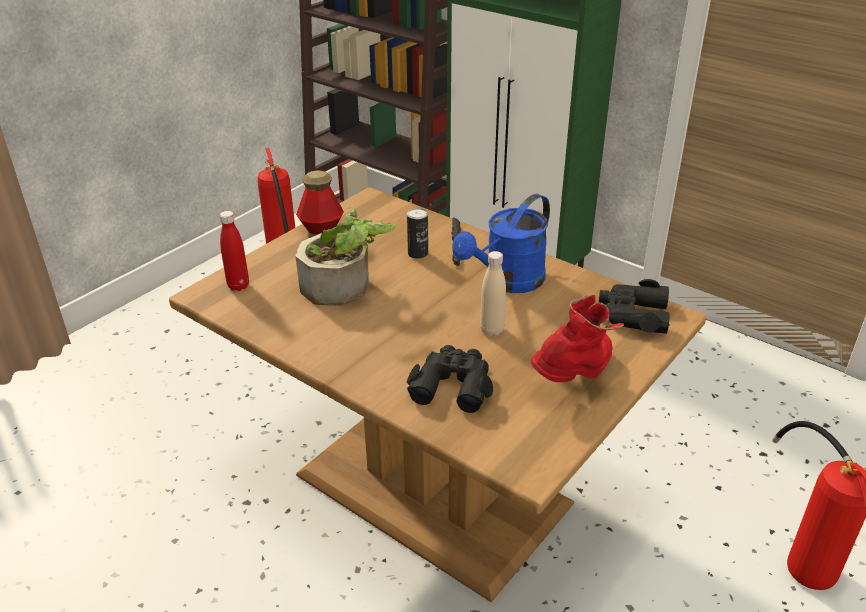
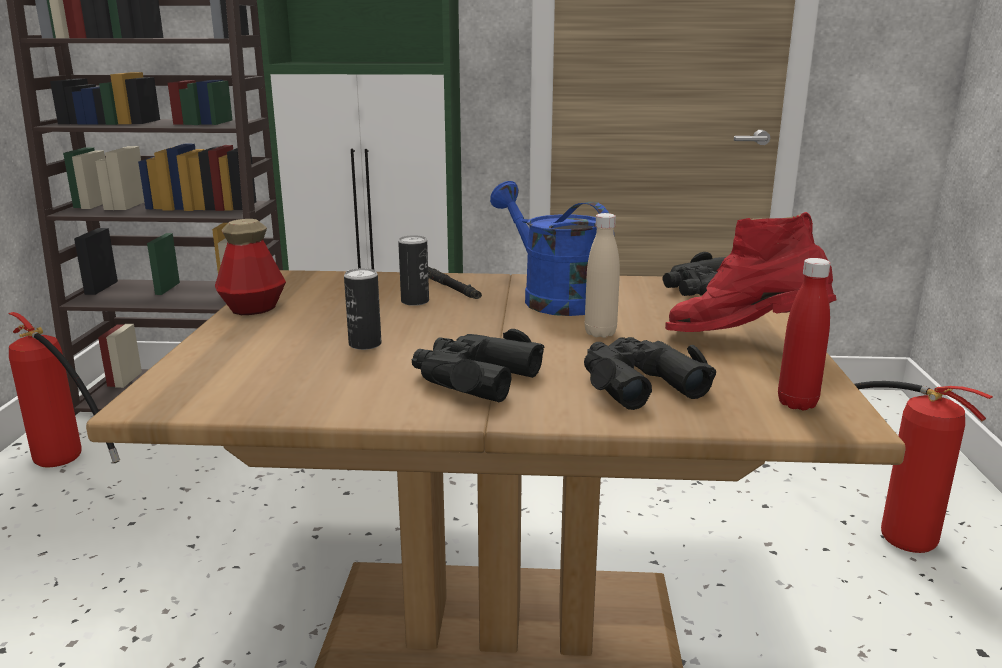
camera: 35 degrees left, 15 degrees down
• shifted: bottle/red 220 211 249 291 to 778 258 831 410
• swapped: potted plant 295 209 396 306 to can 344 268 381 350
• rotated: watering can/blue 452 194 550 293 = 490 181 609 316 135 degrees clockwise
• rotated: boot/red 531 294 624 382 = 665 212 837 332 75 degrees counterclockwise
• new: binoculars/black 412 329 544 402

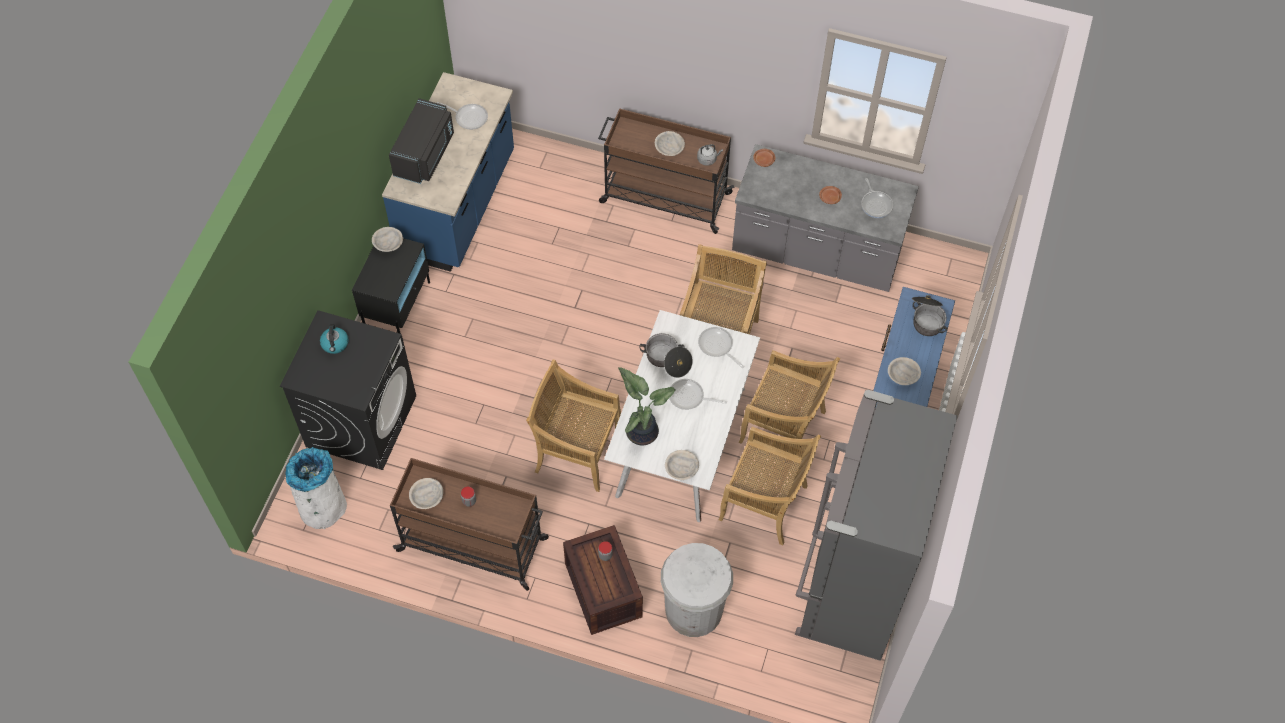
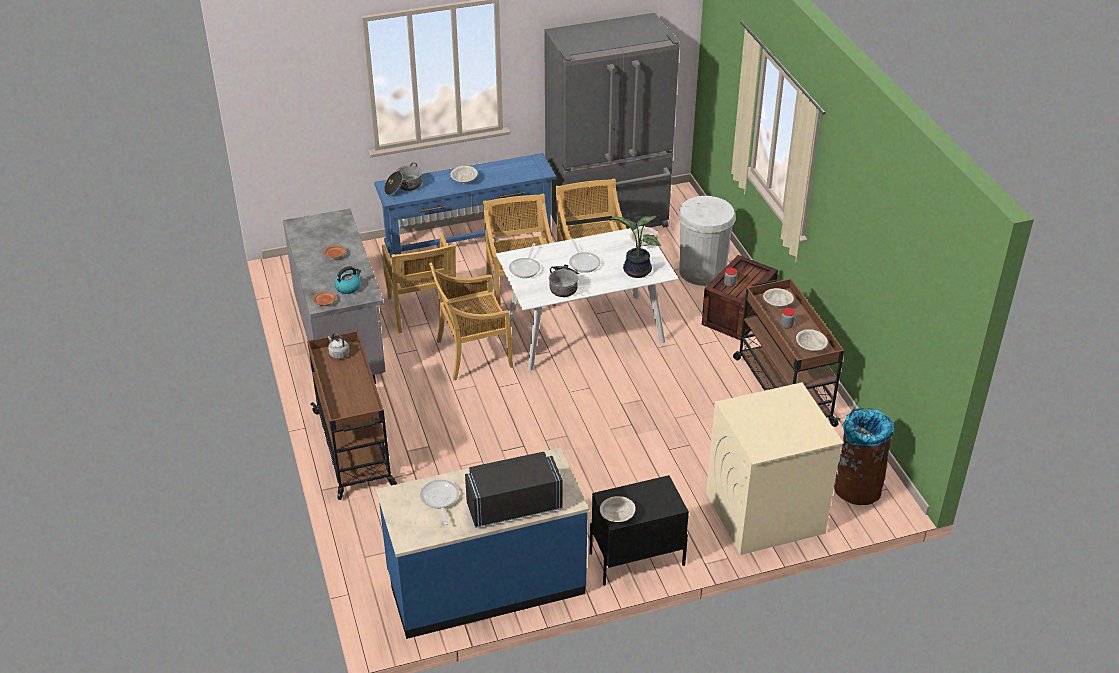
camera: 125 degrees left, 20 degrees down
• repainted: washing machine/black 280 310 416 470 to washing machine/beige 706 382 844 555
• repainted: trash can/white 285 447 347 529 to trash can/brown 834 408 894 505
• shifted: kettle 320 324 349 354 to 334 266 361 294
• shifted: chair/beige 526 360 621 492 to 382 235 456 333
• shifted: bowl/beige 655 131 685 156 to 763 288 794 307
• gone: frying pan 861 178 893 218

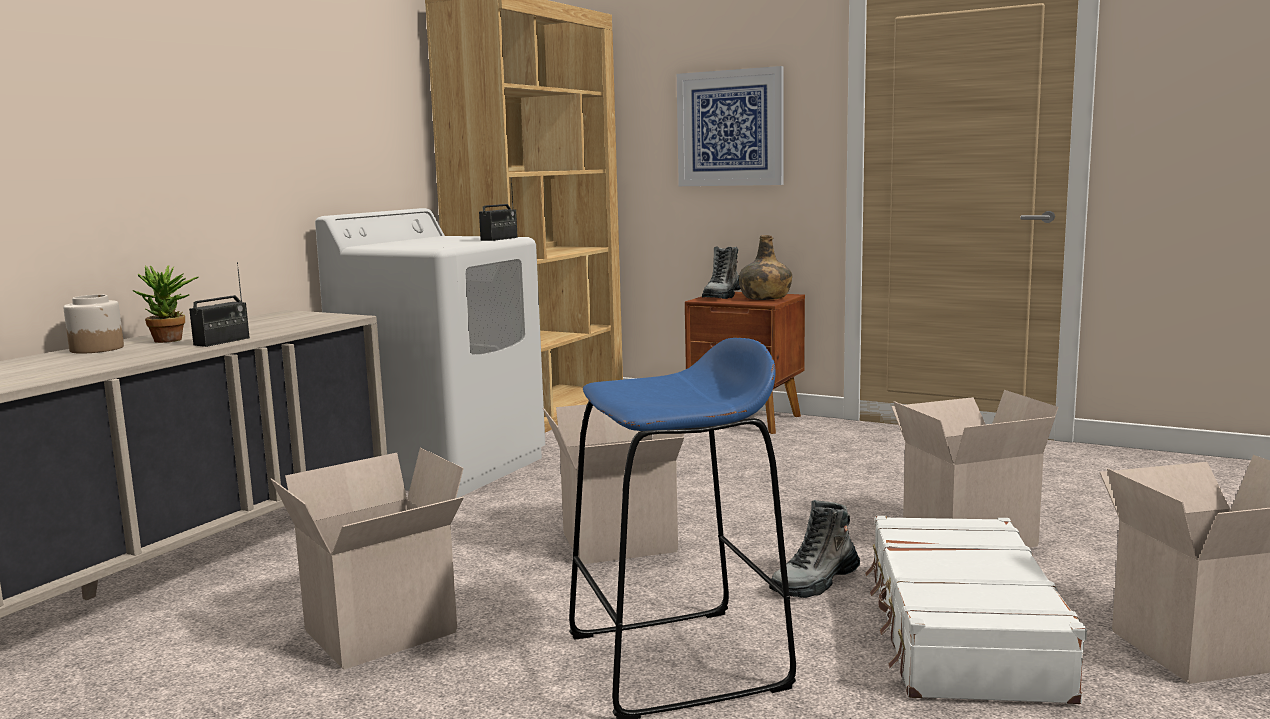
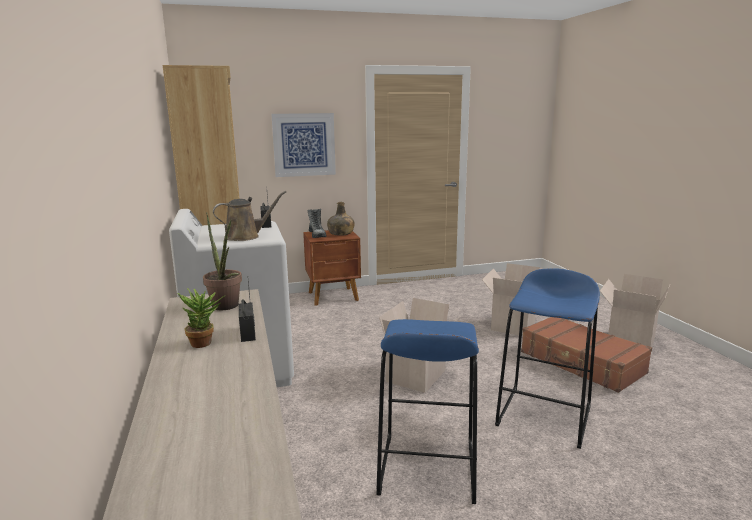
camera: 45 degrees left, 5 degrees up
• gone: jar 64 295 124 354
• swapped: cardboard box 271 448 464 670 to stool/blue 376 319 479 504
• gone: boot 769 500 860 598
• repainted: suitcase/white 865 516 1087 704 to suitcase/brown 521 317 652 393
• new: potted plant 203 213 242 310
• new: watering can/brown 213 191 286 241

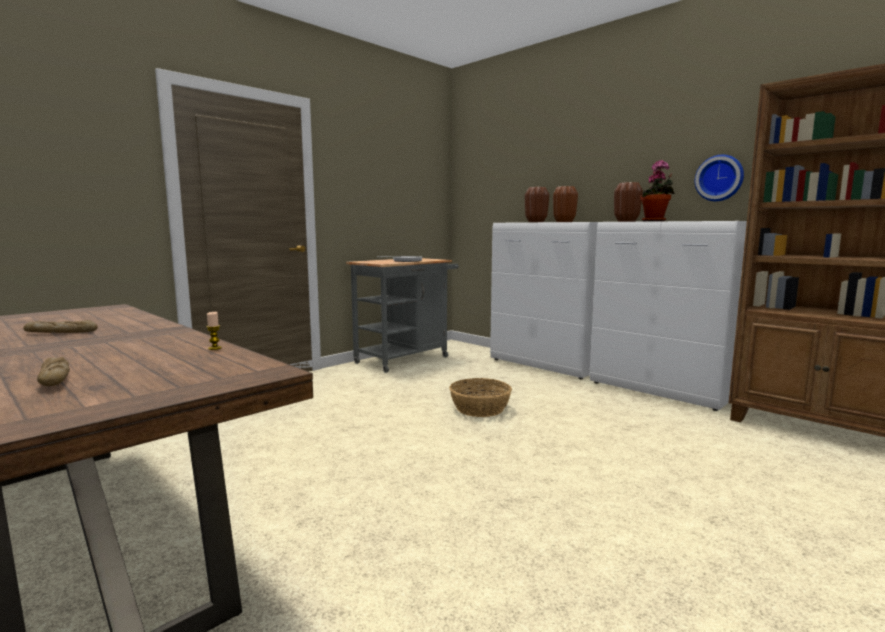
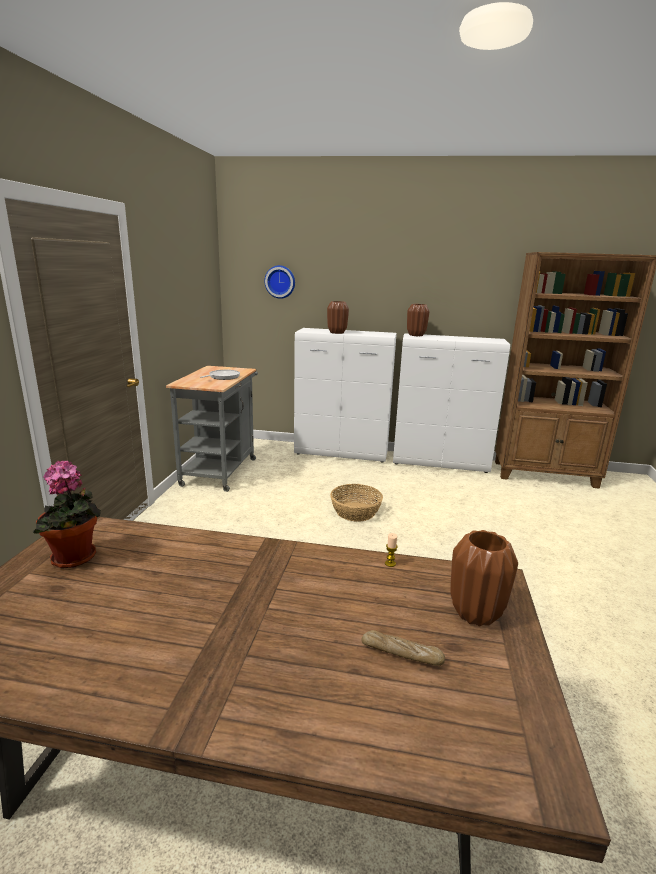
camera: 35 degrees left, 10 degrees up
• gone: bread 23 320 97 333
• shifted: vase/brown 553 186 578 222 to 450 530 518 626
• shifted: potted plant 640 160 675 221 to 33 461 101 568
• shifted: wall clock 695 155 744 201 to 264 265 295 299

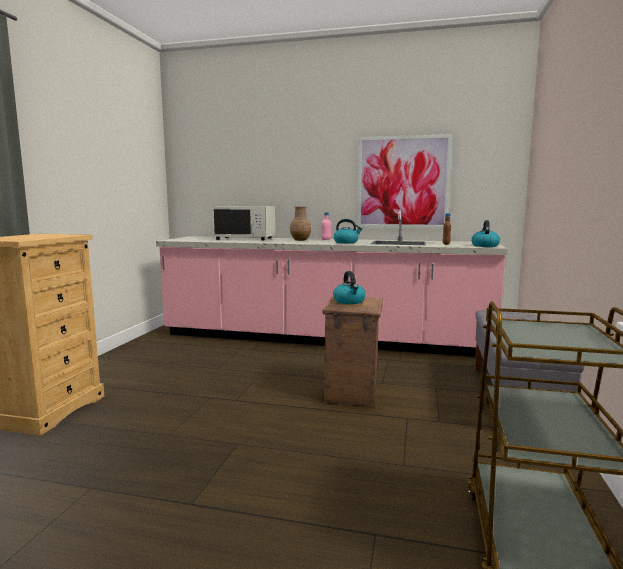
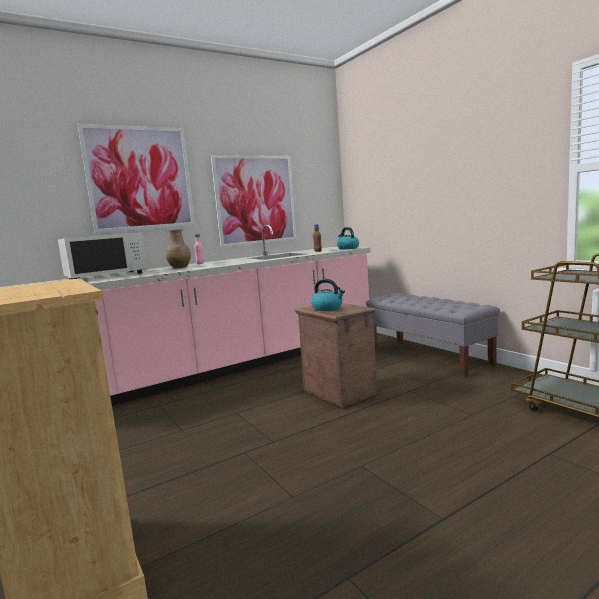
camera: 45 degrees left, 0 degrees up
• gone: kettle 334 219 362 243
• new: picture 77 124 195 233

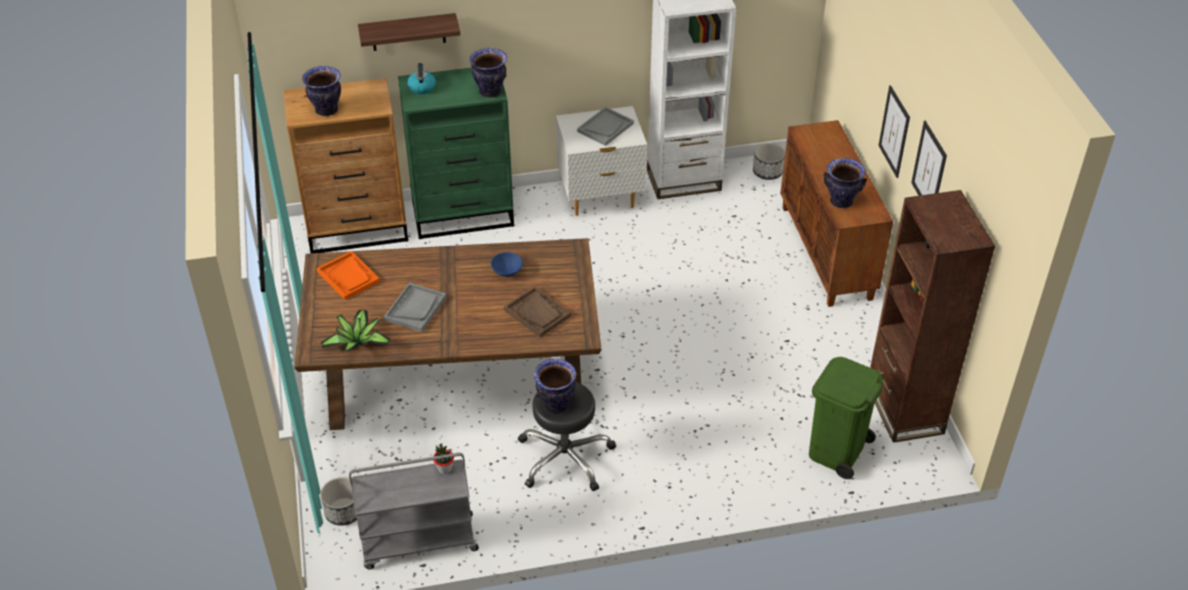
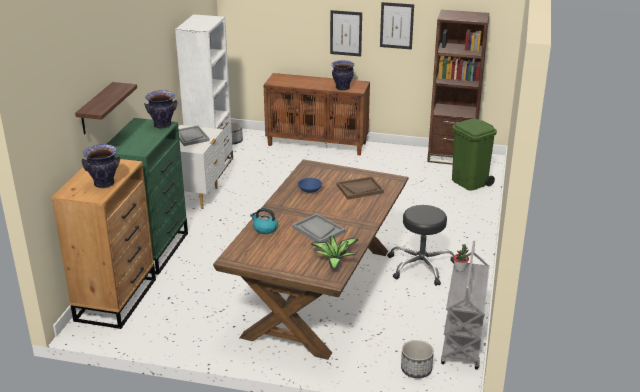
camera: 65 degrees left, 15 degrees down
• gone: tray/orange 316 251 380 300
• shifted: kettle 407 63 436 94 to 250 208 278 234
• gone: vase 534 359 576 414

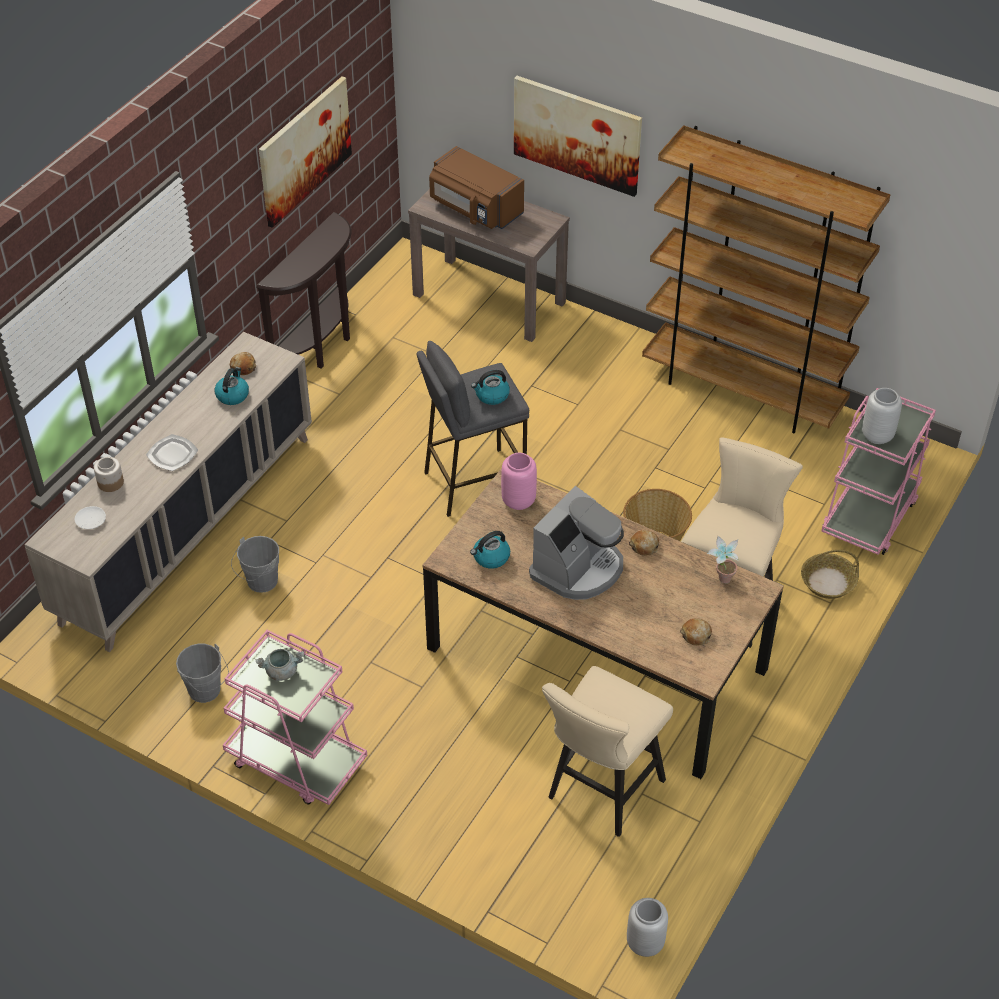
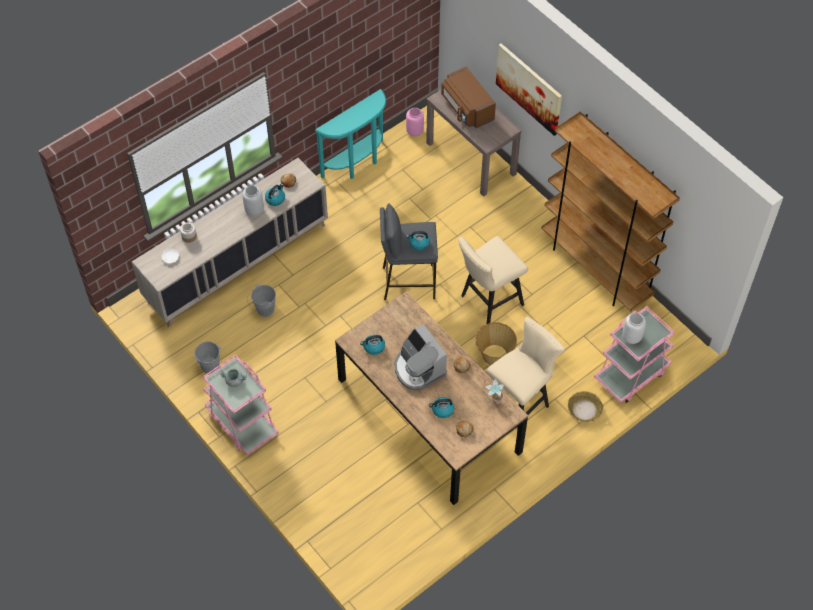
camera: 20 degrees right, 10 degrees up
• gone: plate 146 434 198 471
• repainted: console table/brown 256 212 351 368 to console table/turquoise 315 89 386 179
• gone: picture 259 76 352 228
• shifted: vase/pink 501 453 537 510 to 406 108 424 136
• rotated: coffee machine 529 486 624 600 = 394 324 447 391 90 degrees clockwise
• shifted: stool/beige 542 666 673 837 to 458 236 528 324
• shifted: vase/grey 627 898 668 957 to 242 185 264 216
• new: kettle 429 397 454 418

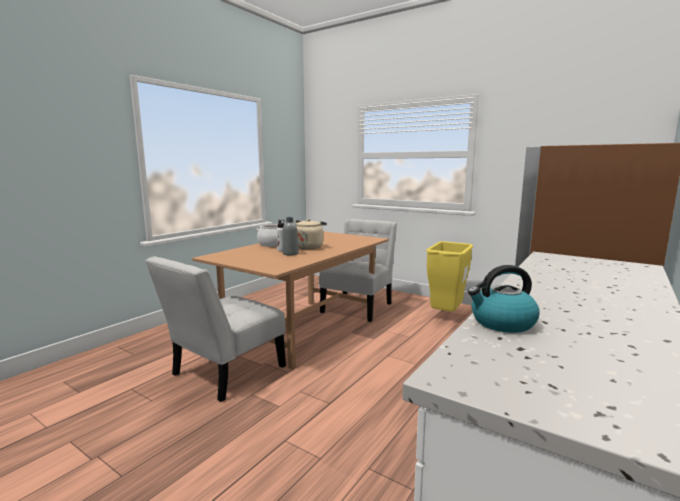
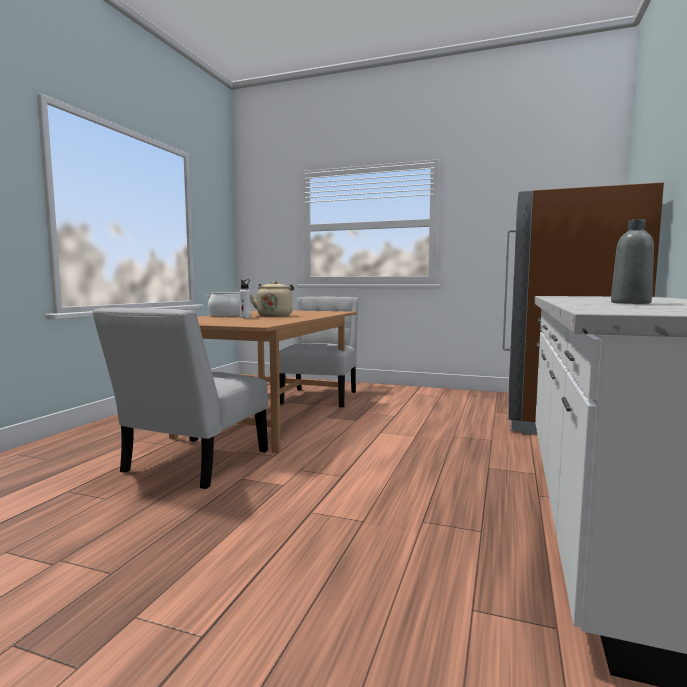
camera: 15 degrees left, 5 degrees down
• shifted: bottle/grey 283 217 299 255 to 611 219 654 304
• gone: trash can/yellow 426 241 473 312
• gone: kettle 468 265 539 333

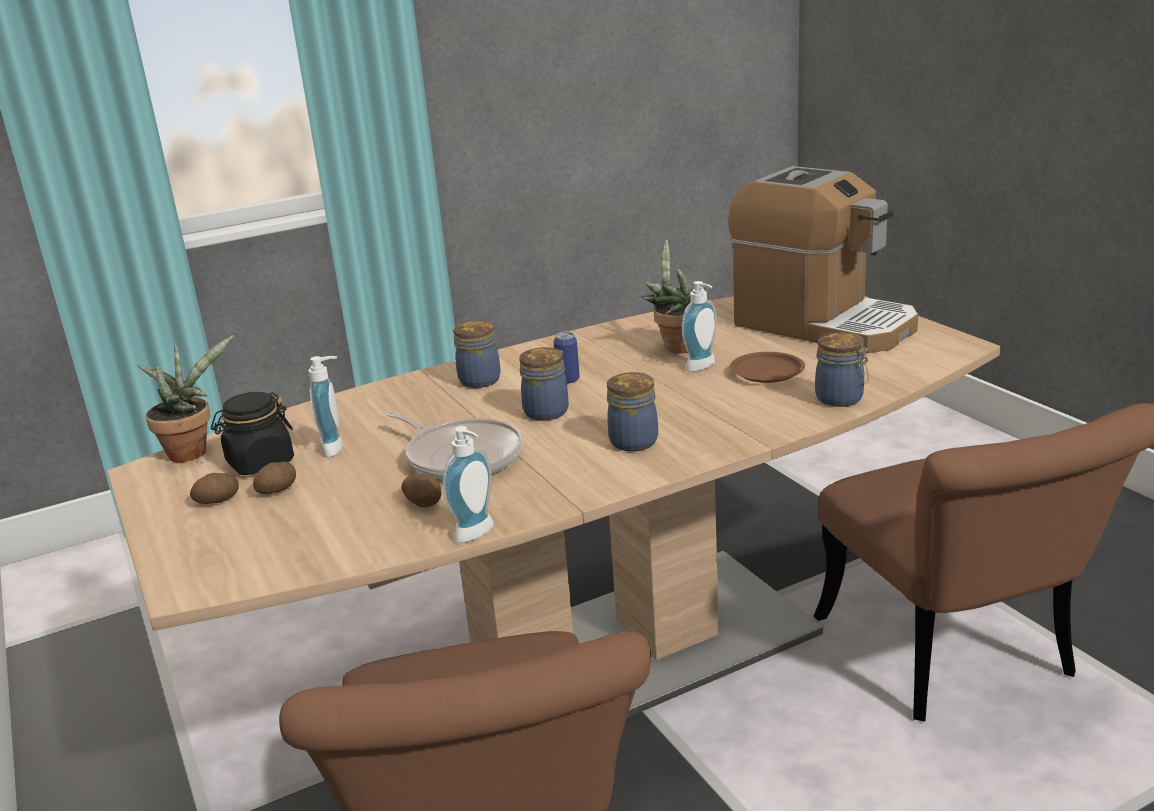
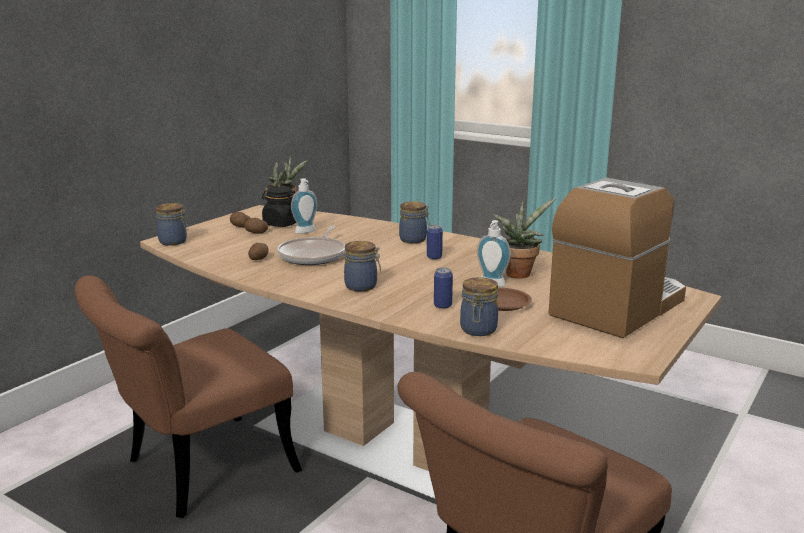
camera: 60 degrees right, 5 degrees down
• gone: soap dispenser 443 426 494 543
• shifted: jar 519 347 569 421 to 156 203 188 246
• rotated: coffee machine 728 166 918 353 = 549 178 686 338 150 degrees counterclockwise
• new: can 434 267 453 309

